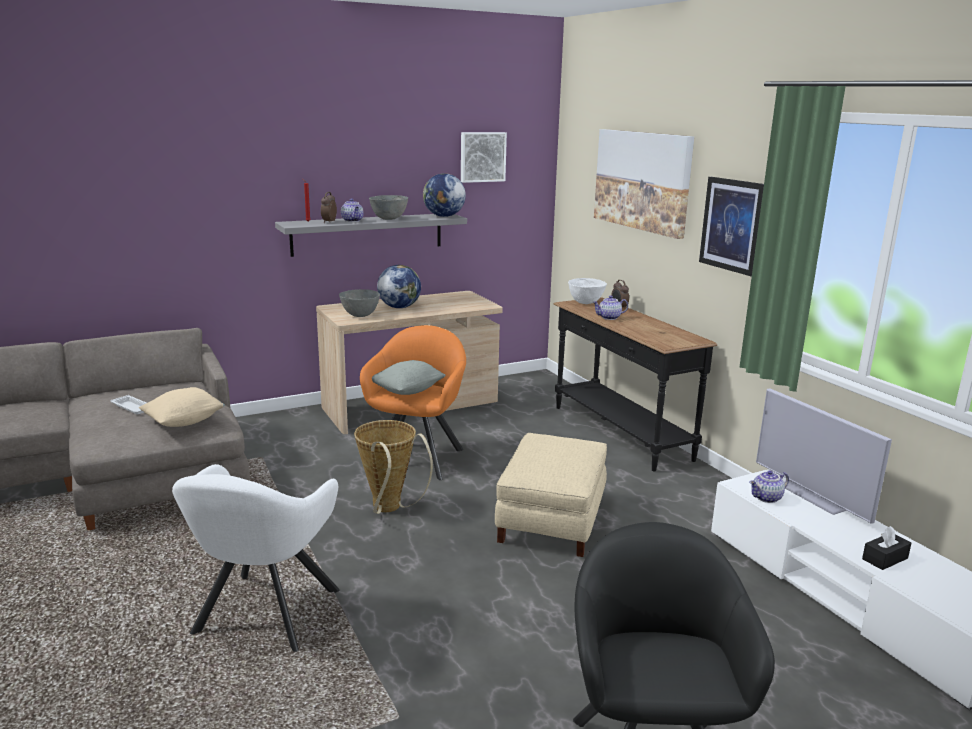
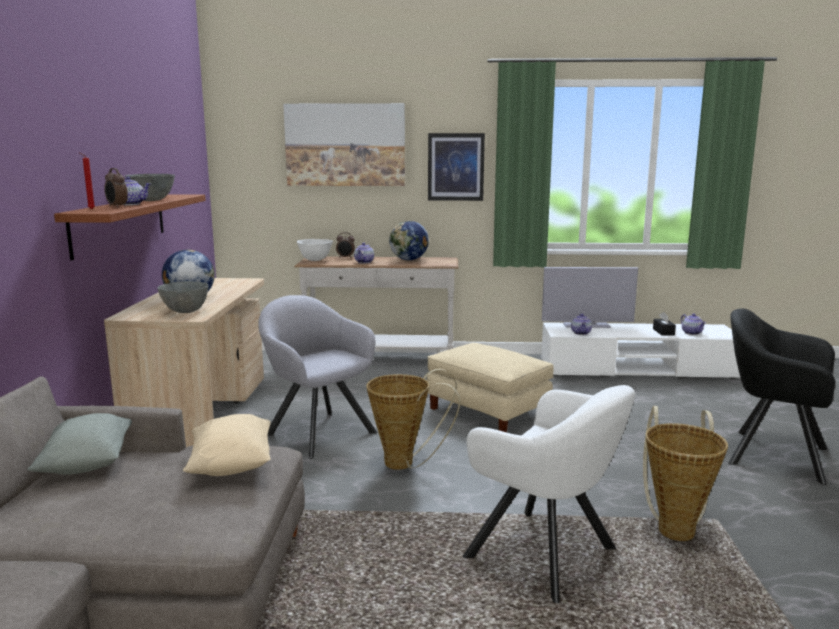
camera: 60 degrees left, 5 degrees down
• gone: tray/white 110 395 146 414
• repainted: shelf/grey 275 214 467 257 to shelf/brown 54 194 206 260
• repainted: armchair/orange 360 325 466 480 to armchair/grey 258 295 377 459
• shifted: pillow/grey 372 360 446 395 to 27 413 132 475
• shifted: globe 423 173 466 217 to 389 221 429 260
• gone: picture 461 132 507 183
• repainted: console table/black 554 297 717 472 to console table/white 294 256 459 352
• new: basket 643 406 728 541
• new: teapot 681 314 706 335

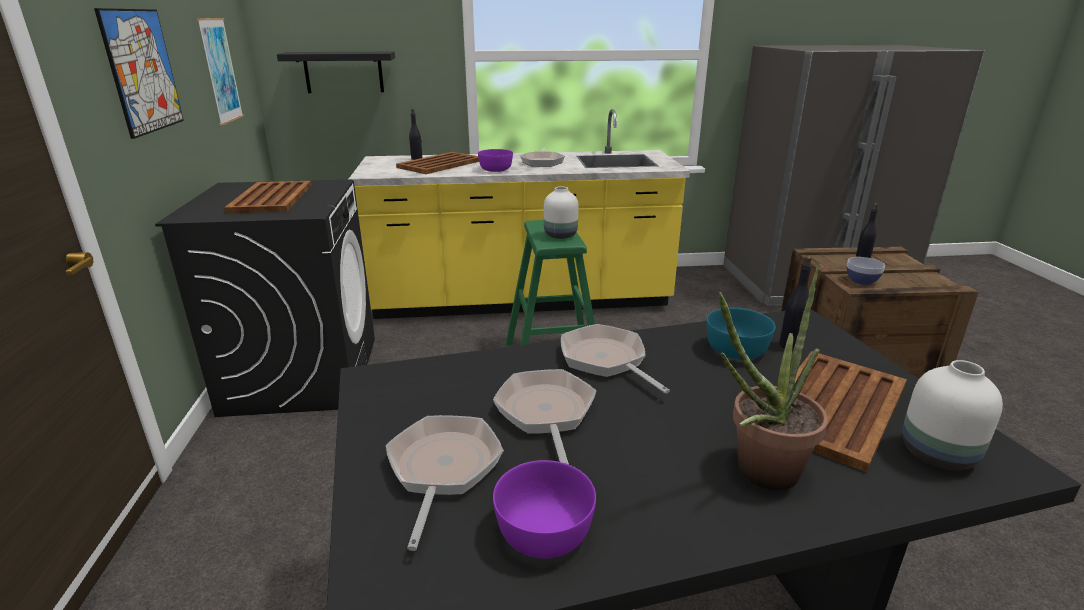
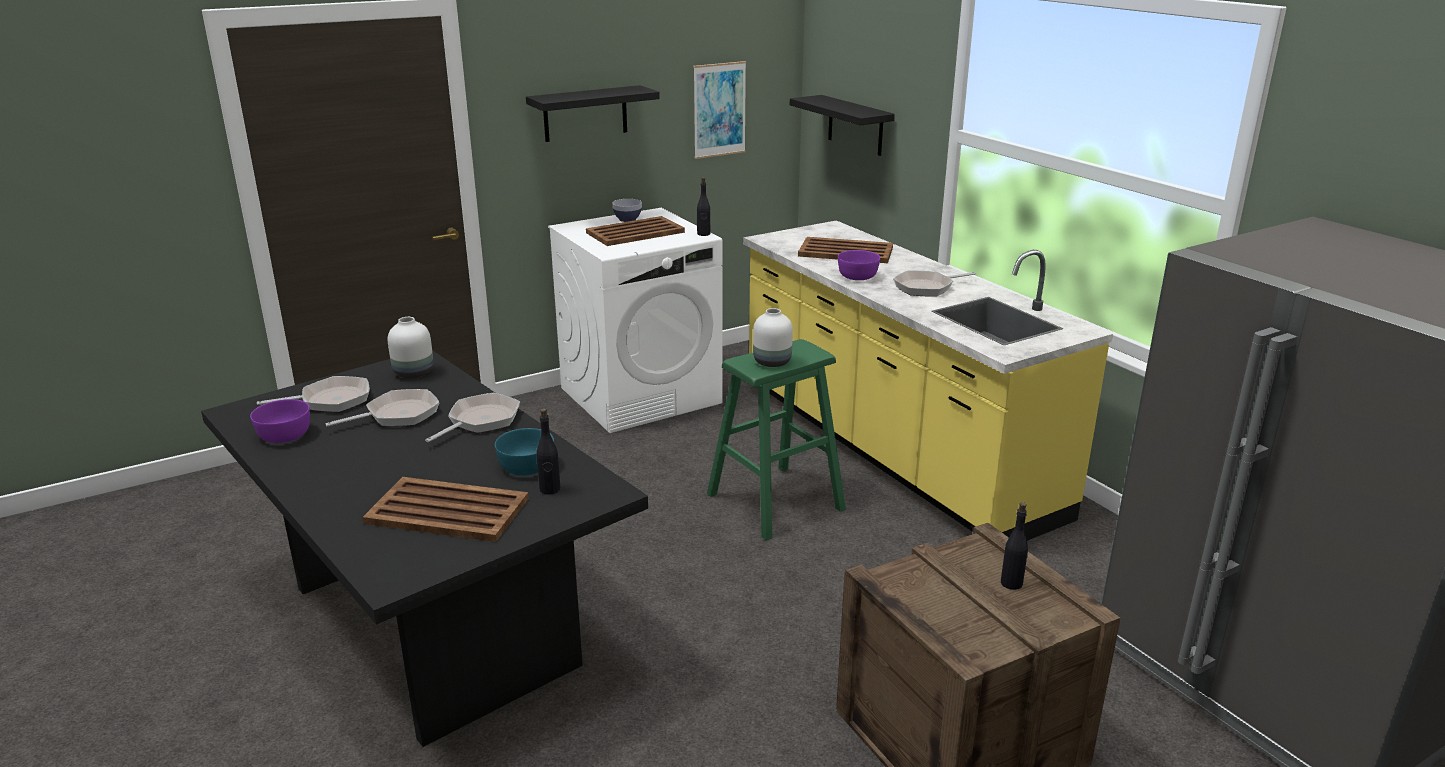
camera: 65 degrees right, 0 degrees up
• swapped: picture 94 8 184 139 to shelf/black 526 85 660 142
• repainted: washing machine/black 155 179 375 417 to washing machine/white 548 208 722 433
• shifted: bottle/black 409 109 422 160 to 697 177 710 236
• gone: potted plant 719 262 828 490
• shifted: bowl 847 257 885 285 to 612 199 642 222
• shifted: vase/white 902 360 1003 470 to 388 317 433 378

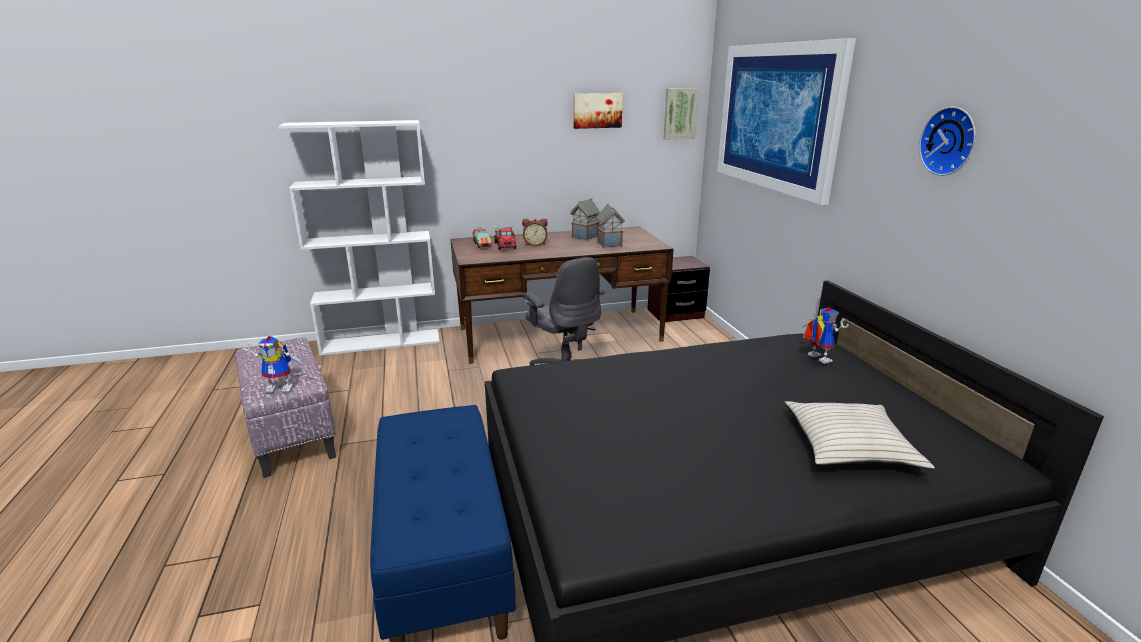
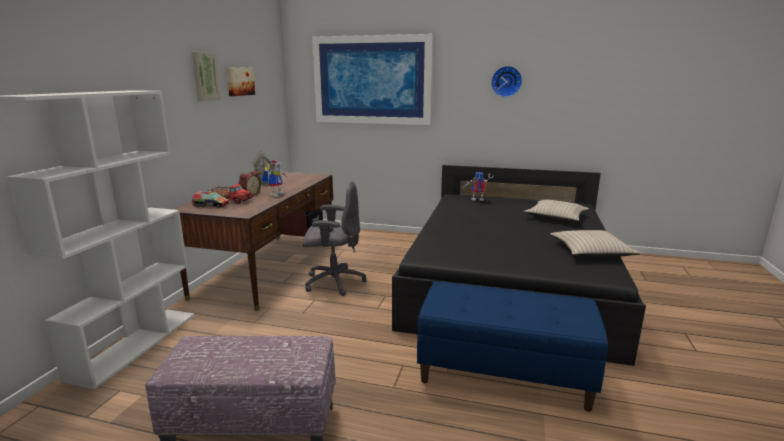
camera: 60 degrees left, 5 degrees down
• shifted: toy robot 241 336 307 393 to 262 160 286 197
• gone: toy house 596 203 625 248
• shifted: picture 664 88 699 140 to 192 52 221 102
• new: pillow/beige 550 230 641 257

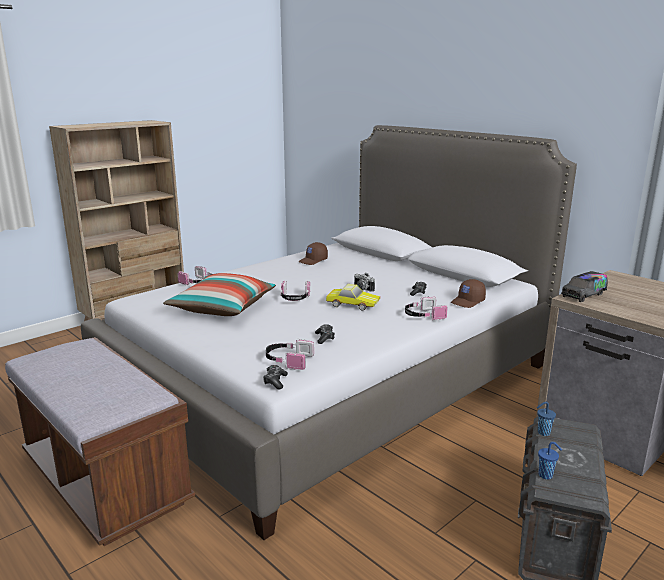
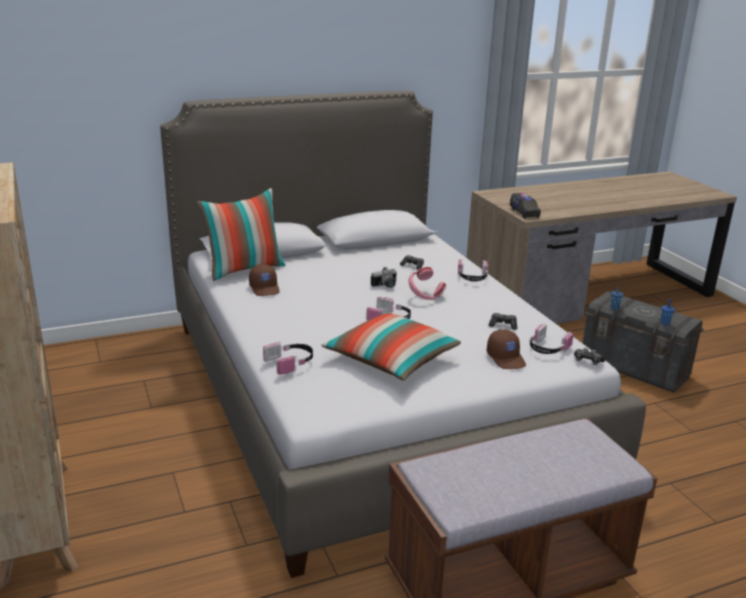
camera: 70 degrees left, 5 degrees up
• swapped: toy car 326 284 380 311 to headphones/pink 408 267 446 300
• shifted: cap/brown 451 279 486 308 to 487 330 526 369
• new: pillow 197 188 286 281

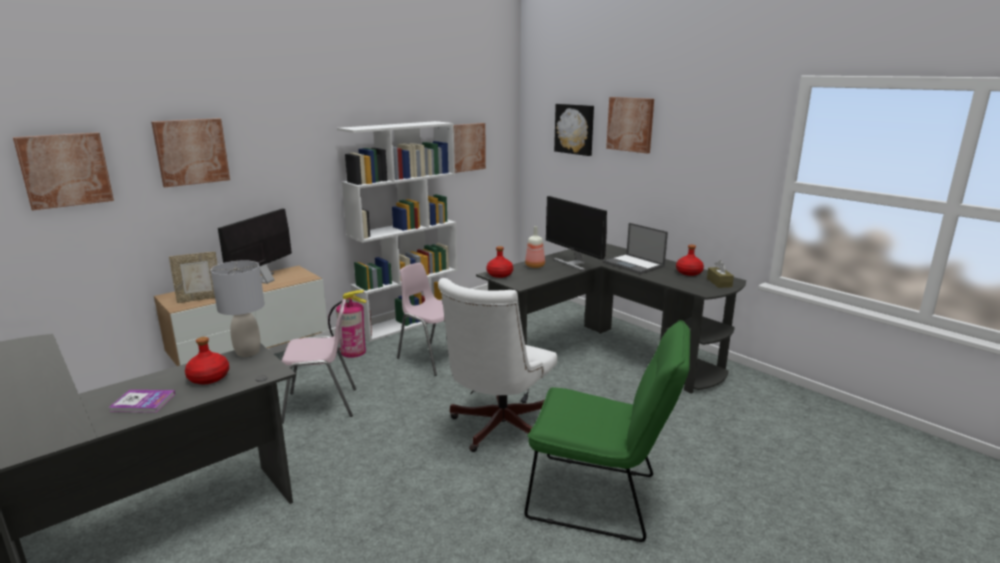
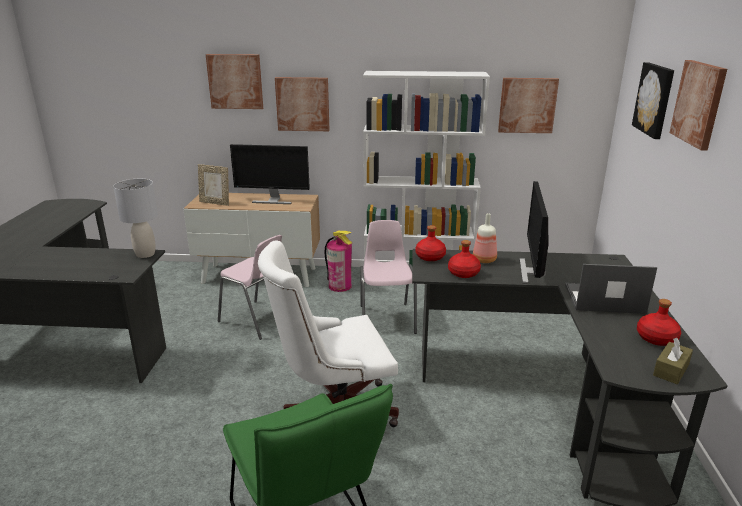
camera: 45 degrees right, 5 degrees up
• shifted: picture 13 132 114 210 to 275 77 330 131
• gone: book 108 390 175 412
• shifted: bottle/red 185 337 229 384 to 448 240 481 278
• rotated: monitor 218 209 292 284 = 230 144 310 204 150 degrees counterclockwise
• rotated: laptop 603 223 668 274 = 565 264 657 314 90 degrees clockwise

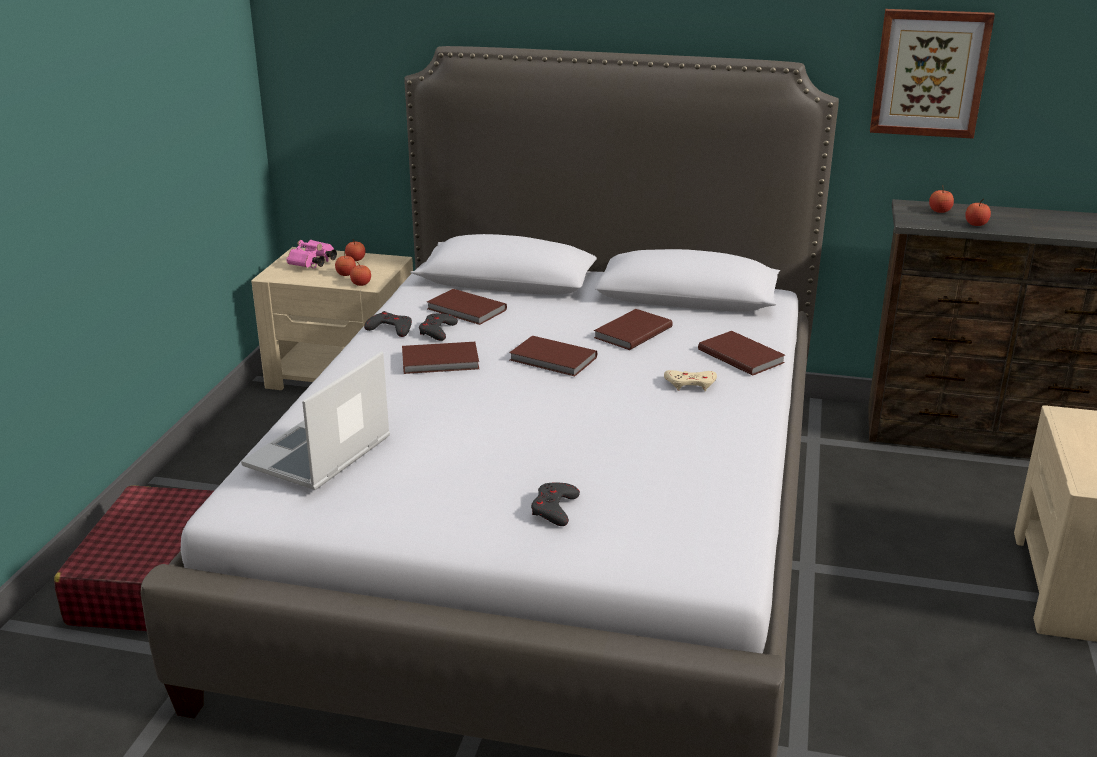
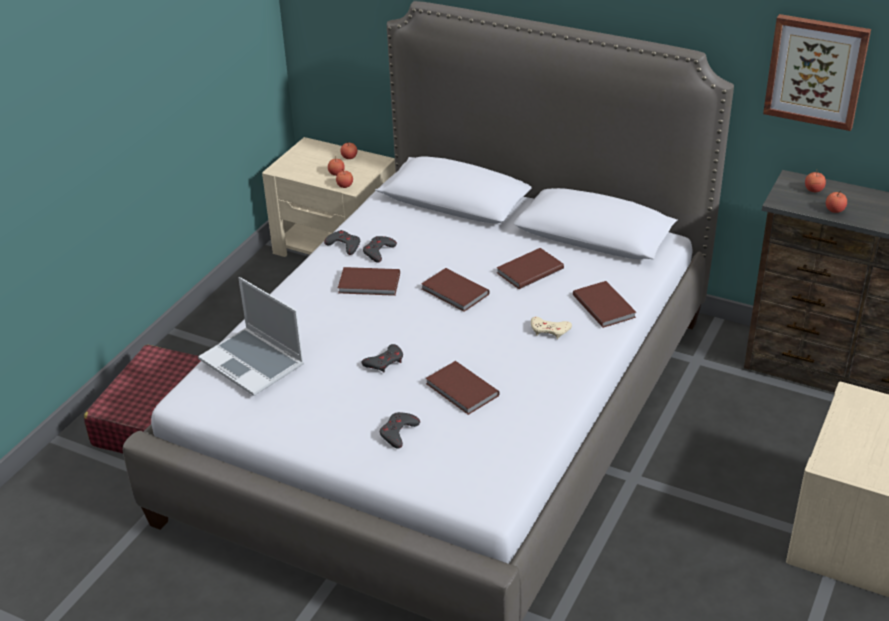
camera: 15 degrees right, 10 degrees up
• rotated: laptop 241 351 390 490 = 198 277 304 396 90 degrees counterclockwise
• gone: binoculars/pink 286 240 337 268
• shifted: book/brown 427 289 507 325 to 426 361 500 415
• new: game controller/grey 362 344 403 372

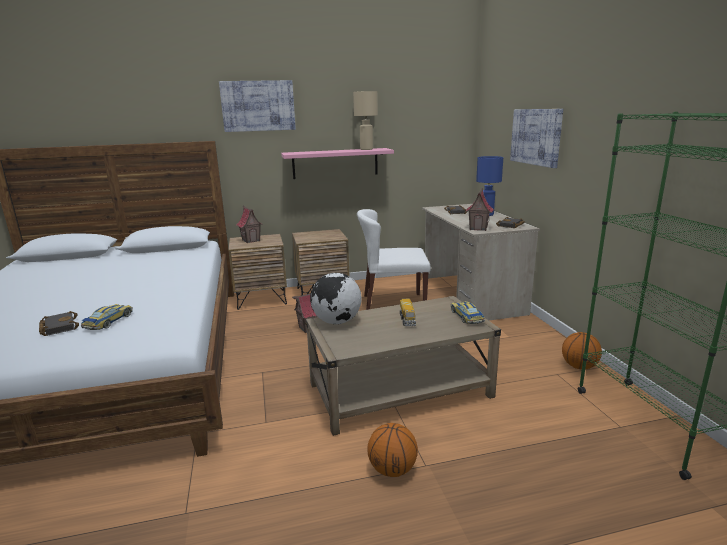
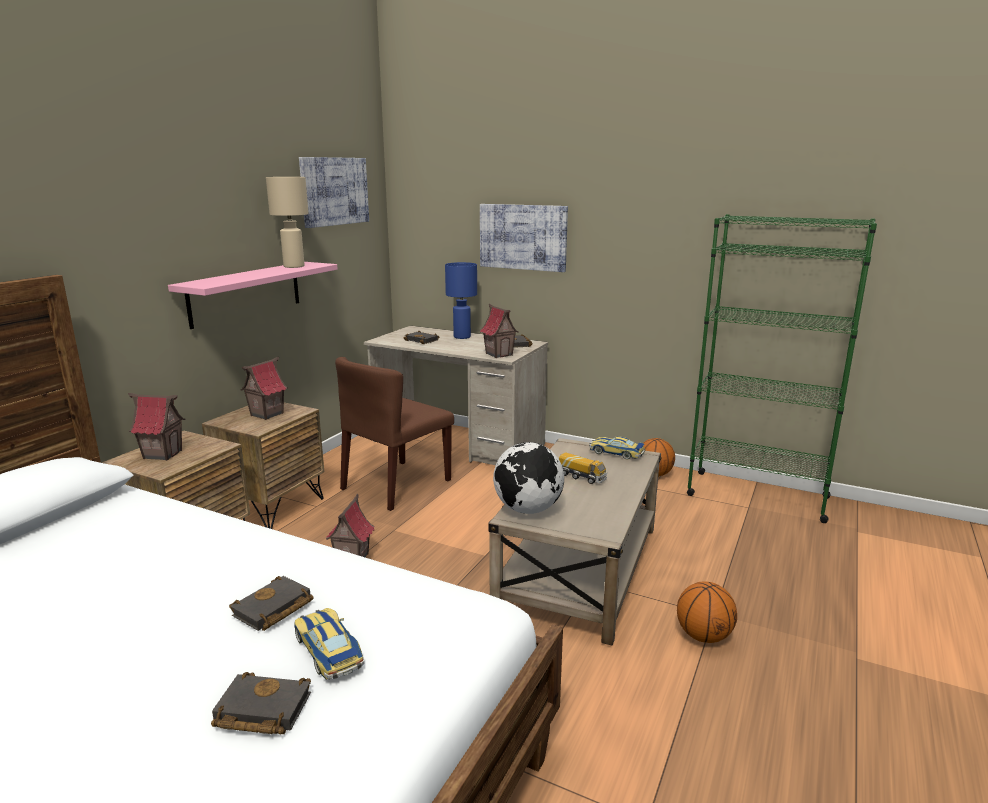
camera: 50 degrees left, 0 degrees up
• shifted: picture 219 80 296 132 to 299 157 369 228
• repainted: chair/white 357 209 431 310 to chair/brown 335 357 454 511
• new: book/black 229 576 313 631
• new: toy house 241 357 288 420

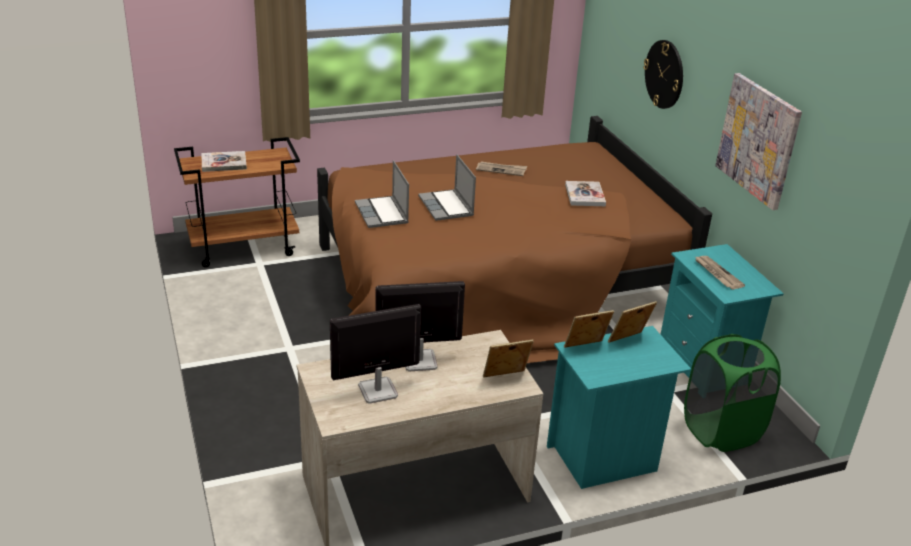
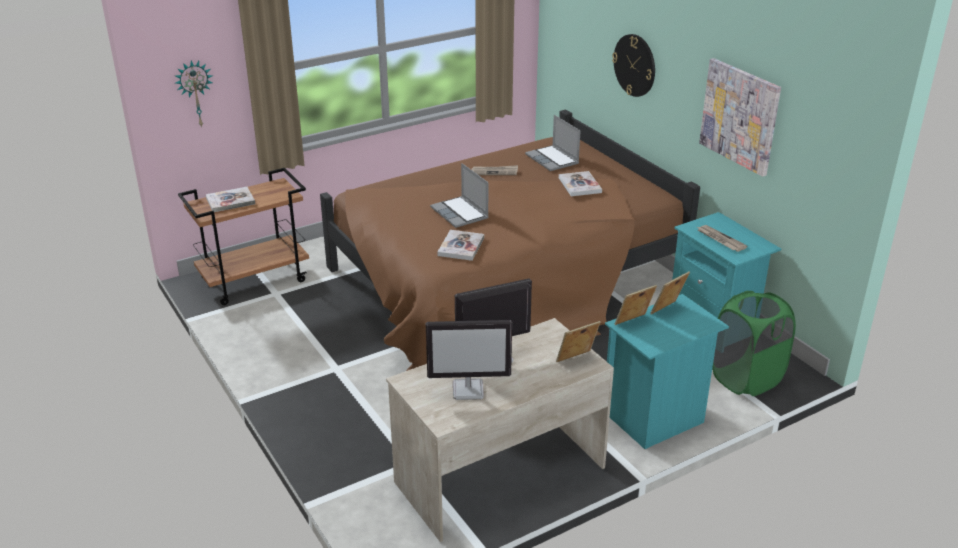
camera: 10 degrees left, 0 degrees up
• rotated: monitor 330 304 421 404 = 426 320 512 400 150 degrees counterclockwise
• shifted: laptop 355 160 409 228 to 525 115 581 171
• new: wall clock 175 60 212 128
• new: book 437 230 484 261

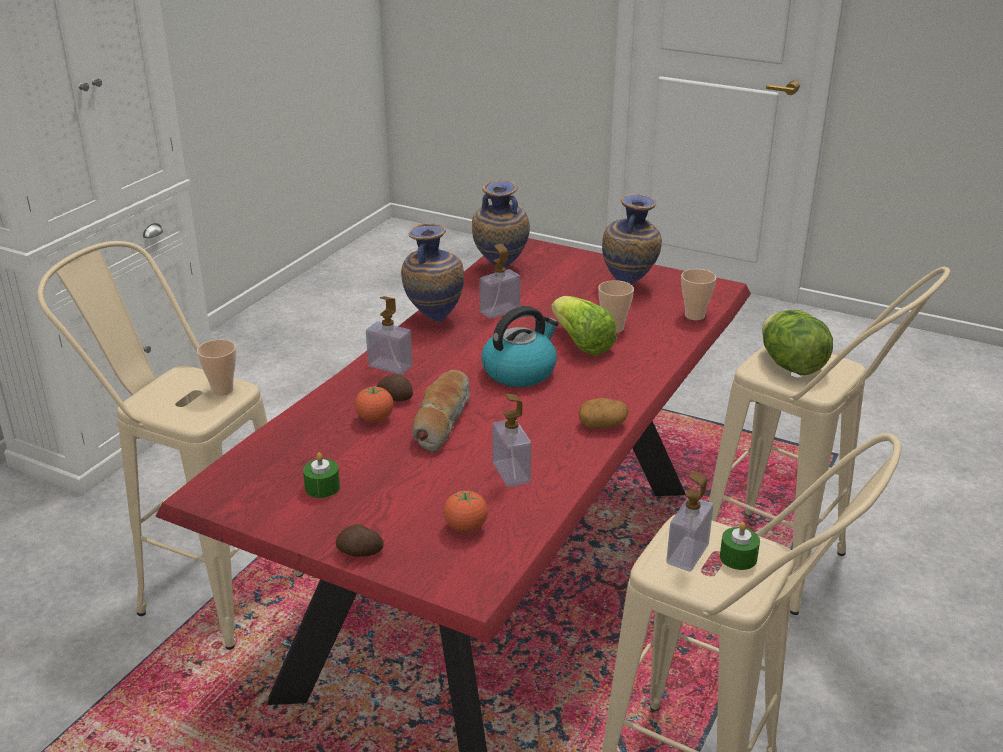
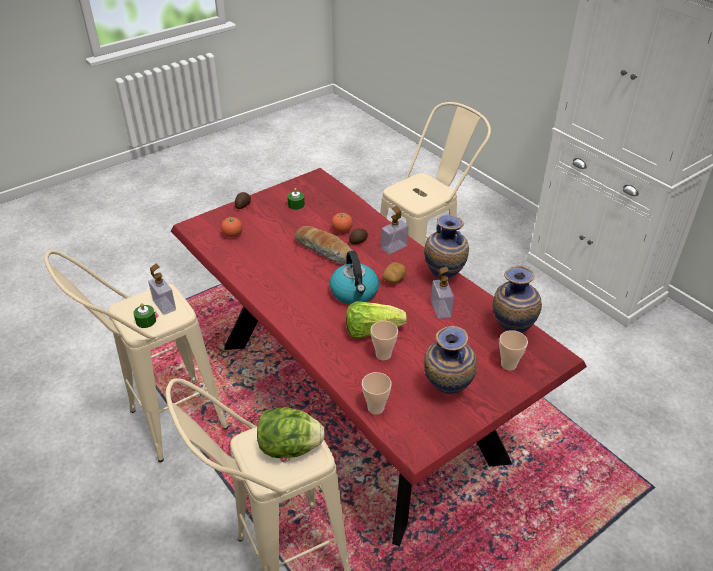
camera: 115 degrees right, 10 degrees up
• shifted: cup 197 339 236 396 to 499 330 528 371
• gone: soap dispenser 492 394 531 487
• shifted: potato 579 398 628 429 to 383 262 406 283

